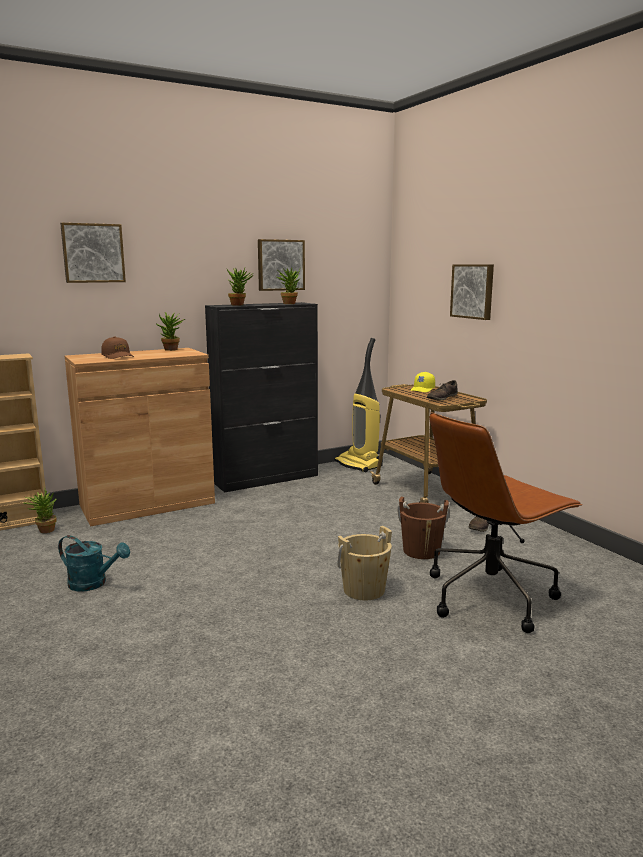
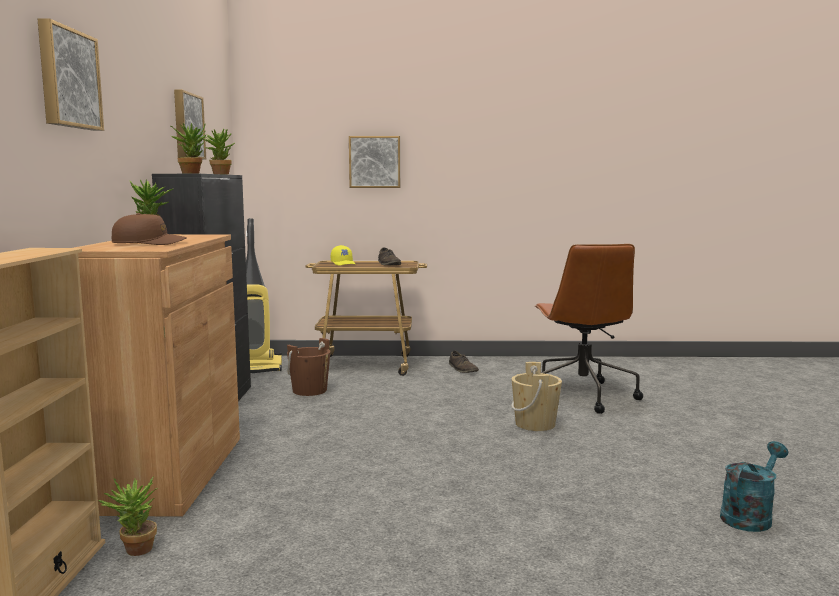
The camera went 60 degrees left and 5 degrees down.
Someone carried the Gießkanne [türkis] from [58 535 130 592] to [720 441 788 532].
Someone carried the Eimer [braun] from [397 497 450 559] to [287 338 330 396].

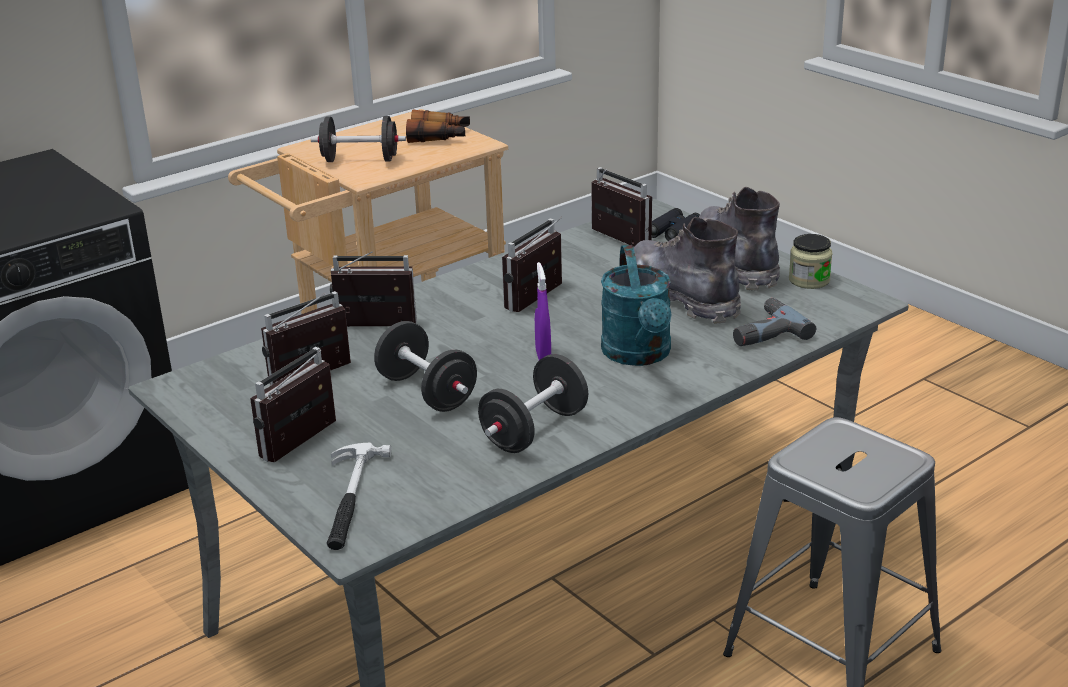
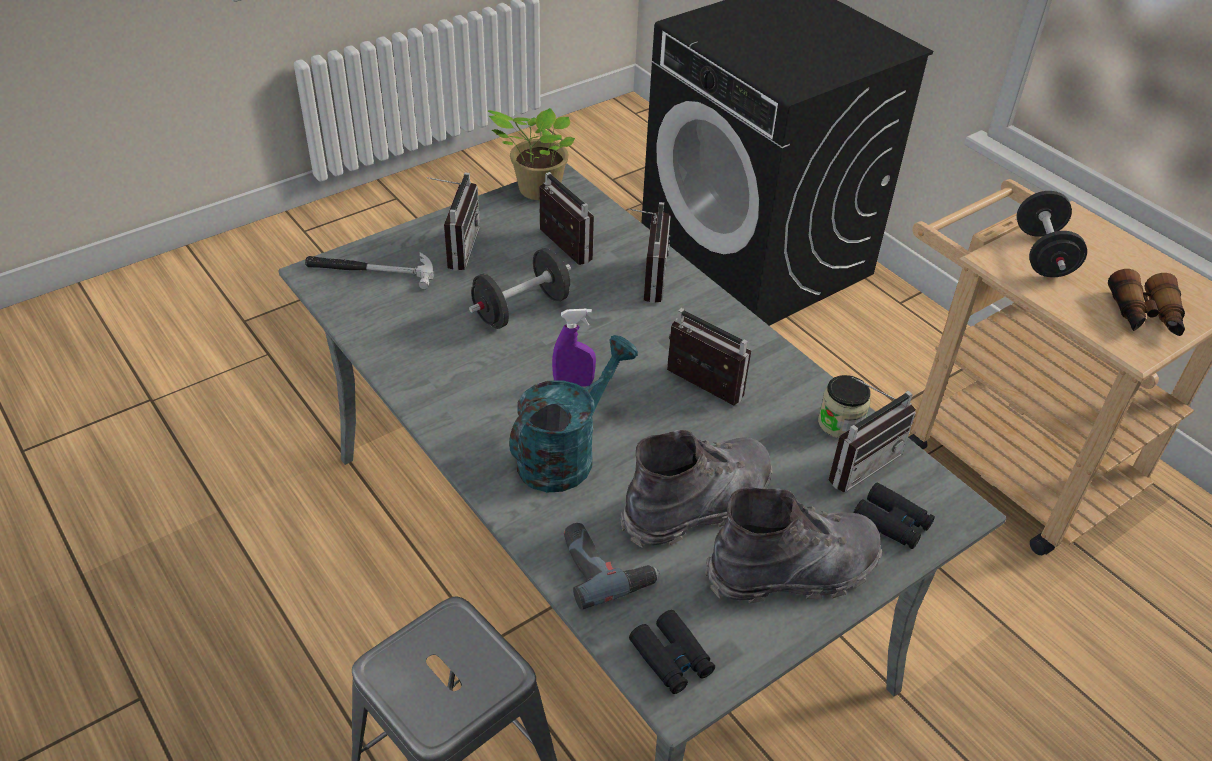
The camera went 90 degrees right and 15 degrees up.
Someone rotated the Radio at [250 347 336 462] by 60 degrees clockwise.
Someone took away the Hantel [schwarz] at [478 354 588 453].
Someone rotated the Gießkanne [türkis] at [601 245 672 366] by 135 degrees clockwise.
Someone carried the Vorratsglas from [789 234 832 289] to [818 375 870 438].
Someone put down the Topfpflanze at [488 108 575 200].
Someone put down the Fernglas [schwarz] at [629 610 715 694].

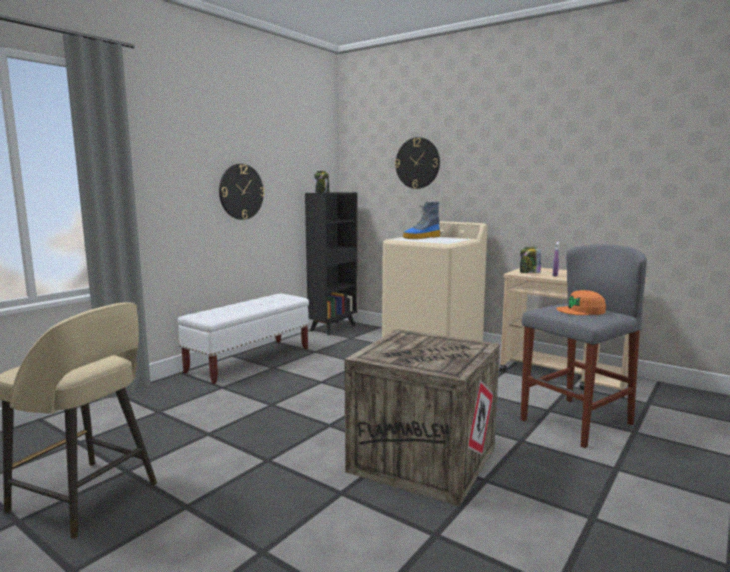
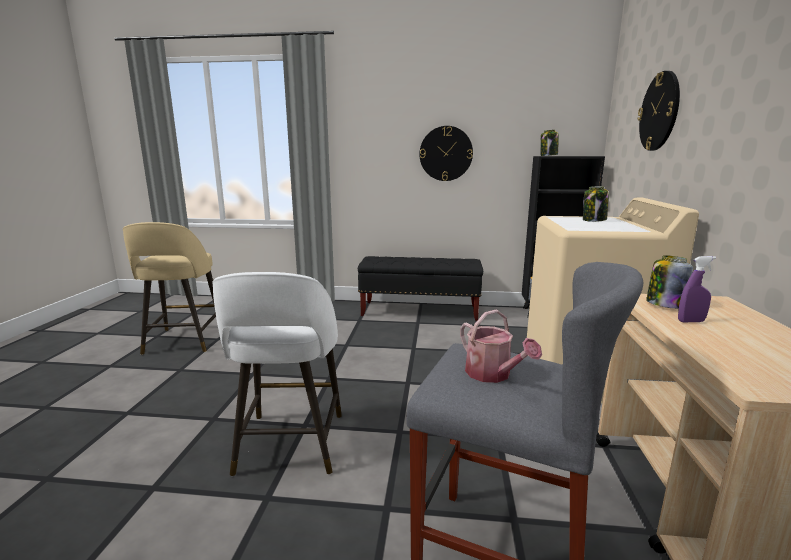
The camera went 60 degrees right and 5 degrees up.
Someone repainted the Bank [weiß] at [177 294 309 384], which became the Bank [schwarz] at [358 256 483 321].
Someone swapped the Kiste at [344 329 500 507] for the Hocker [weiß] at [212 272 342 476].
Someone swapped the Stiefel at [403 202 440 239] for the Vorratsglas at [583 186 609 222].
Someone swapped the Kappe [orange] at [556 290 606 315] for the Gießkanne at [460 310 542 383].

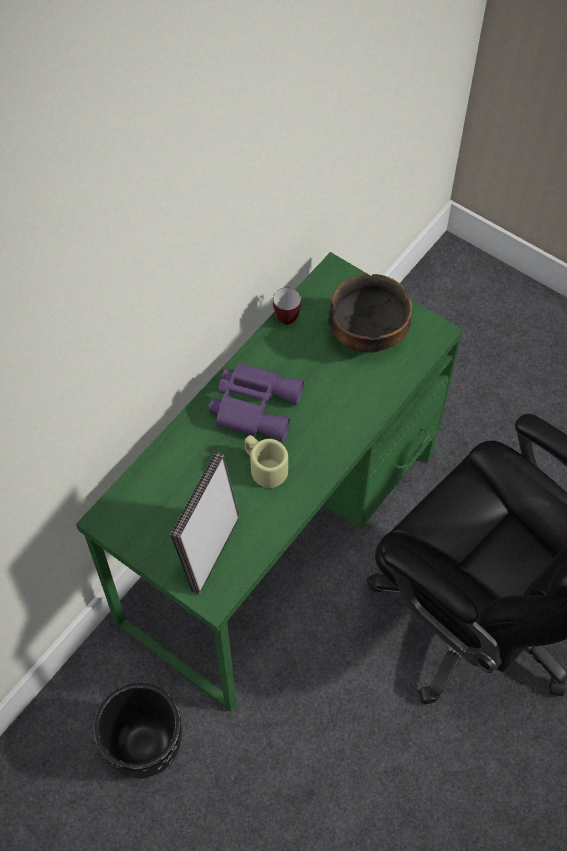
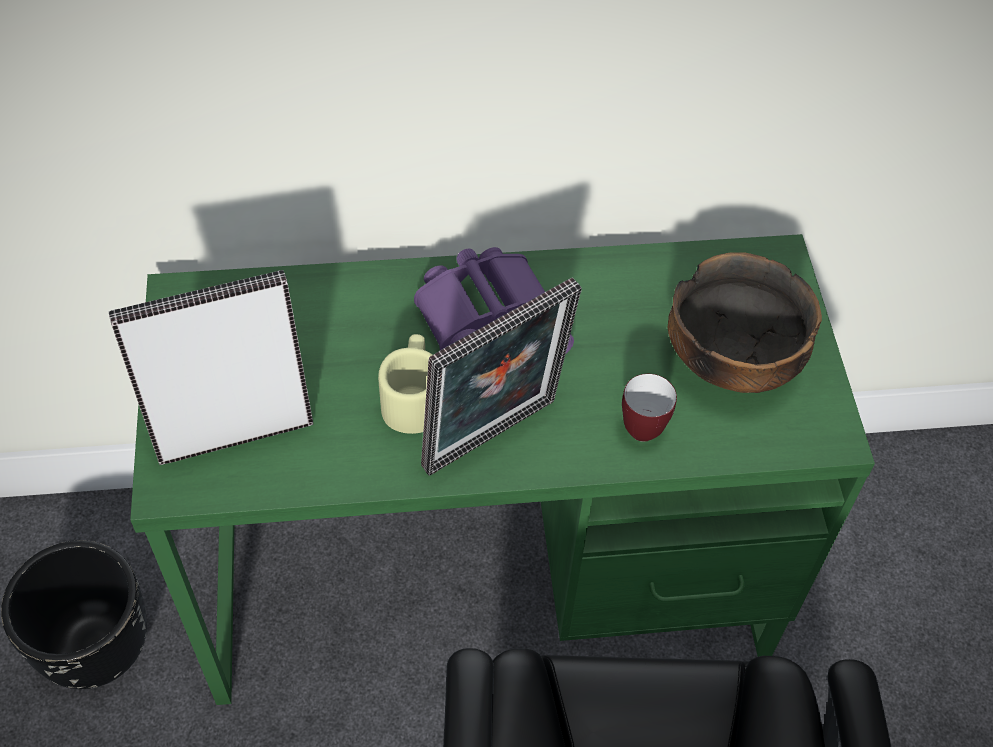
The camera went 45 degrees right and 5 degrees down.
Someone carried the Henkelbecher from [273 287 301 325] to [622 374 677 442].
Someone put down the Bilderrahmen at [421 277 582 476].

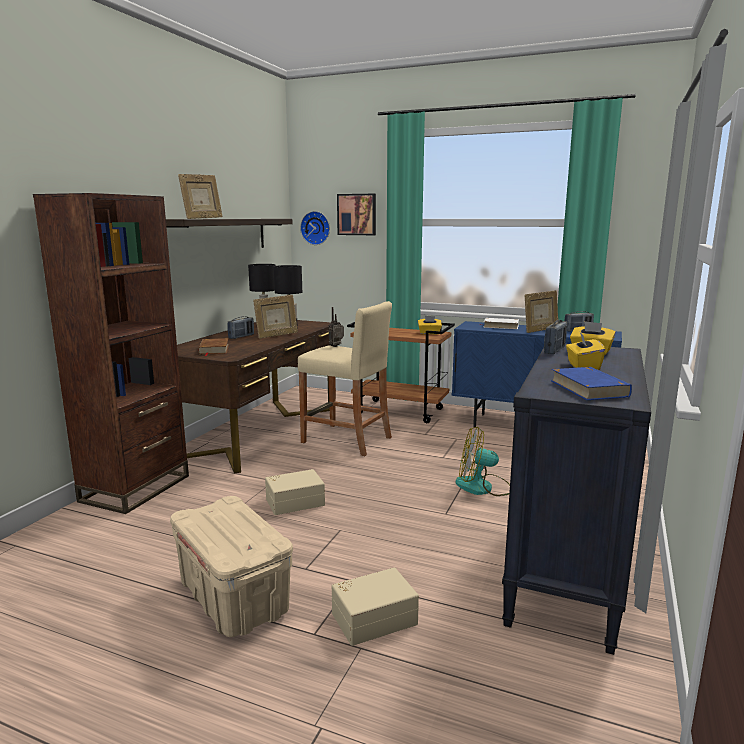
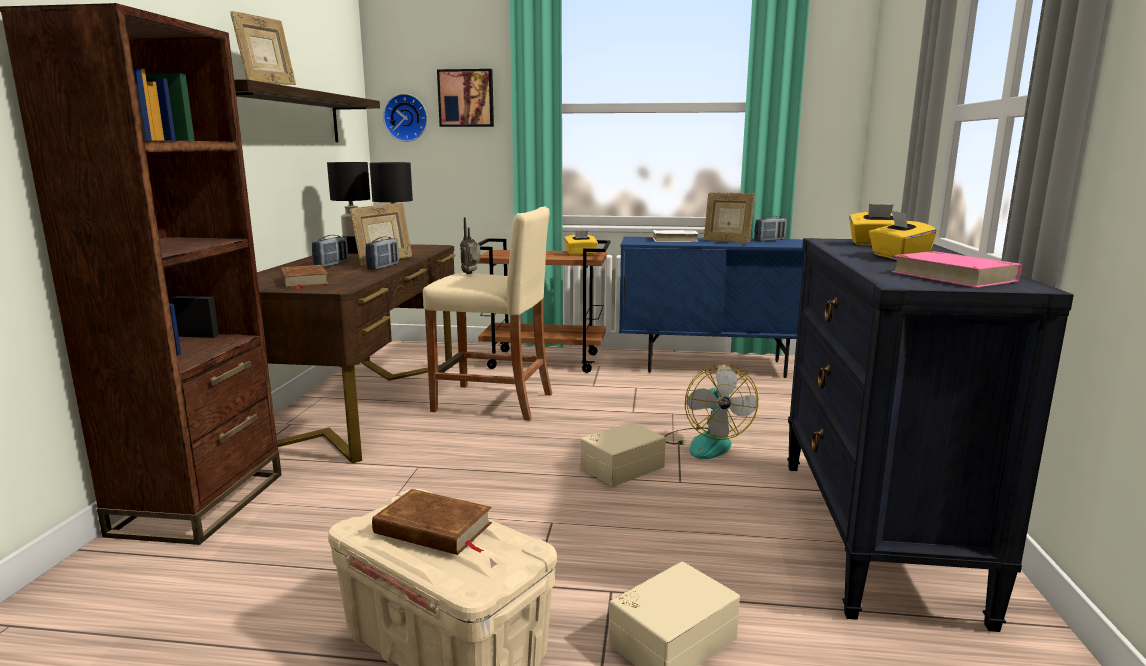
The camera went 15 degrees left and 0 degrees up.
Someone carried the Aufbewahrungsbox [beige] from [265 469 325 515] to [581 422 666 487].
Someone rotated the Ventilator at [455 427 510 496] by 90 degrees counterclockwise.
Someone rotated the Bilderrahmen at [525 290 558 333] by 90 degrees clockwise.
Someone carried the Radio from [544 320 567 354] to [366 236 399 270].
Someone repainted the Buch [blau] at [551 367 632 400], which became the Buch [rosa] at [892 251 1021 288].
Someone put down the Buch [braun] at [372 489 492 555].

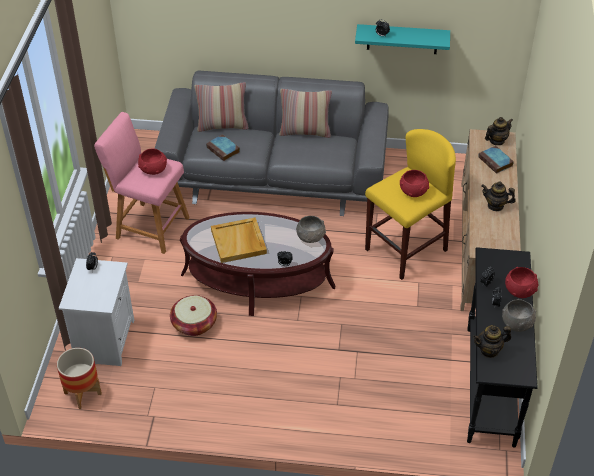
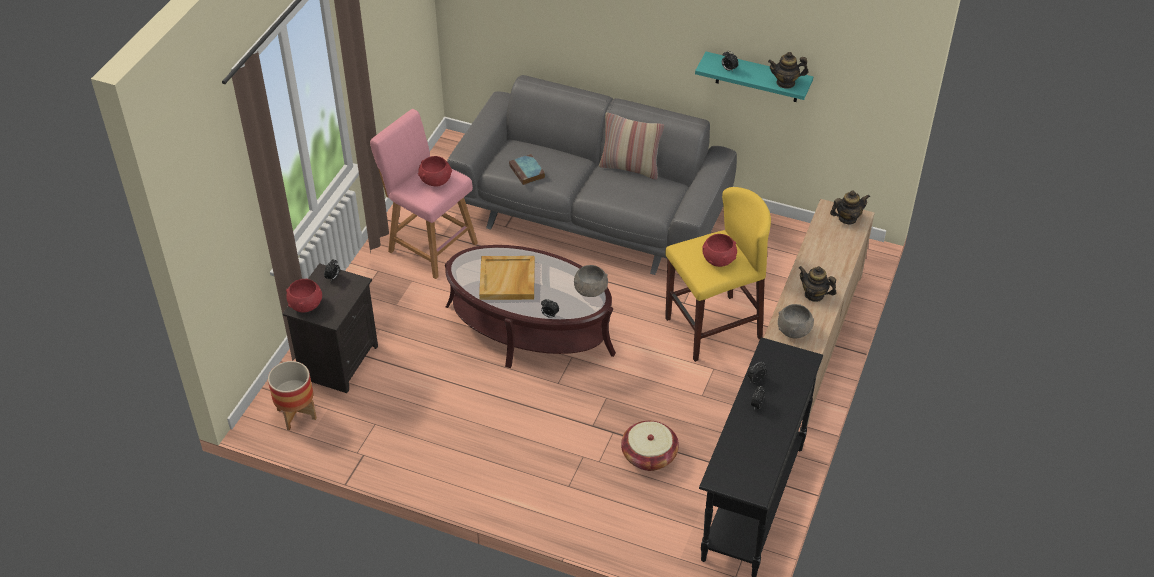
The camera went 15 degrees right and 0 degrees up.
Someone repainted the Nachttisch [weiß] at [59 258 134 366], which became the Nachttisch [schwarz] at [282 263 378 393].
Someone carried the Korb from [170 295 217 336] to [621 421 679 471].
Someone took away the Kissen at [194 82 249 132].
Someone carried the Teekanne from [473 325 511 358] to [768 52 808 89].
Someone took away the Buch at [478 146 514 174].
Someone carried the Schüssel [grau] from [502 299 536 332] to [778 304 814 338].
Someone carried the Schüssel [rot] from [505 267 538 298] to [286 278 322 313].

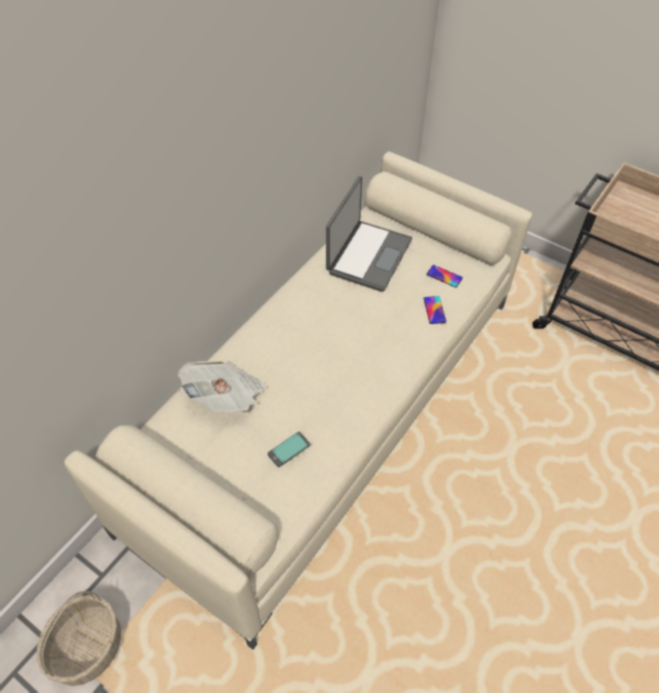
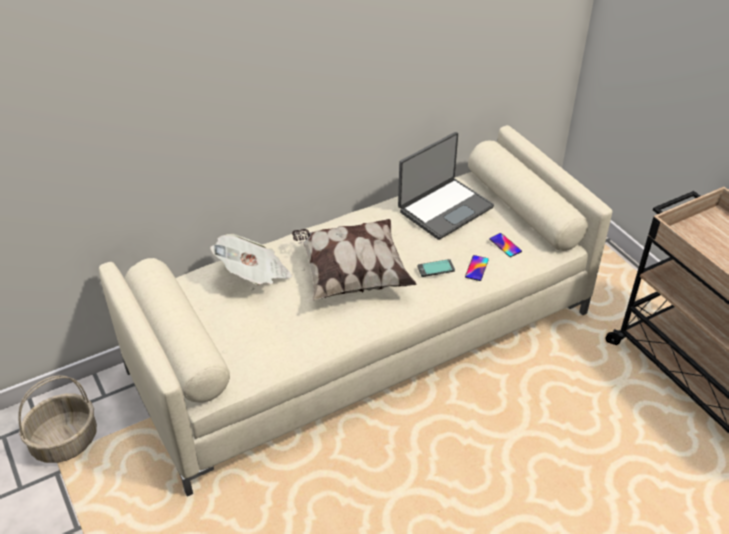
The camera went 25 degrees right and 10 degrees down.
Someone carried the Handy from [268 432 310 467] to [418 259 455 277].
Someone put down the Kissen at [292 219 417 301].

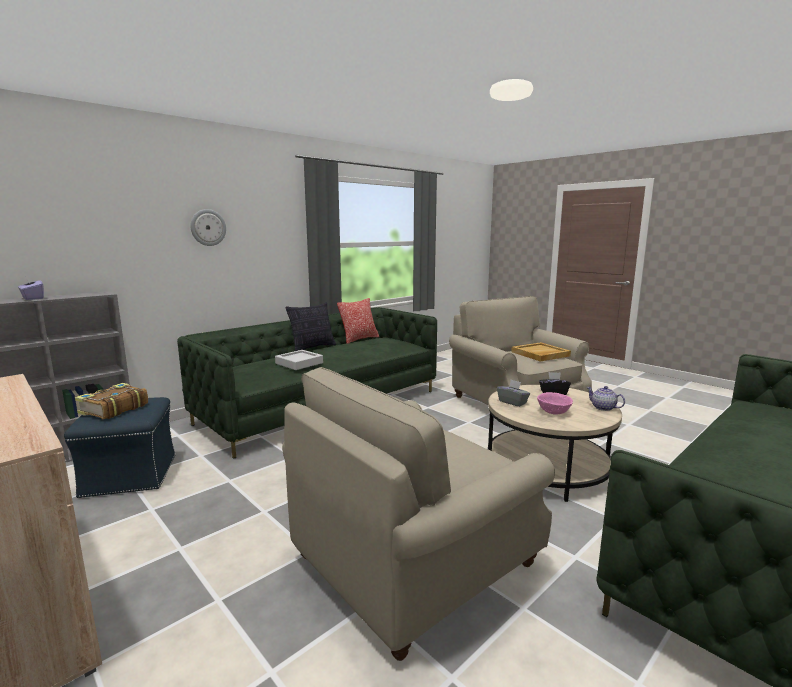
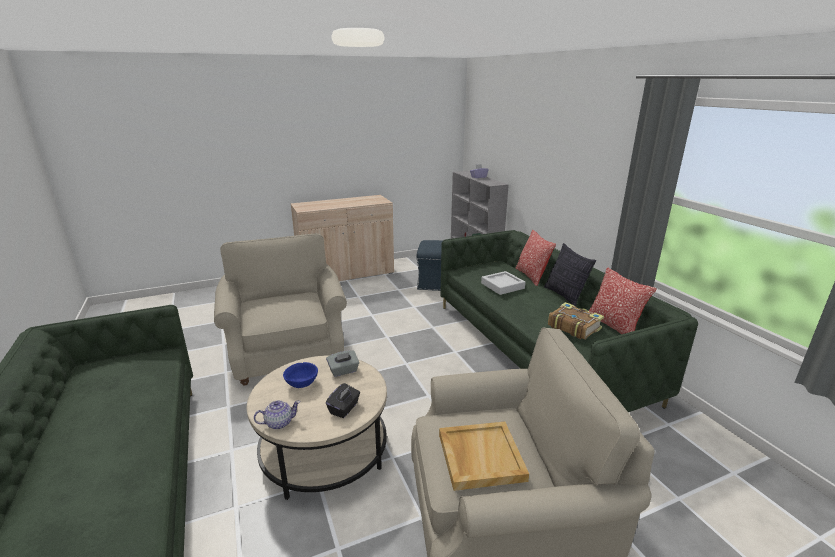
The camera went 110 degrees right and 10 degrees up.
Someone carried the Buch from [75 383 148 419] to [548 302 604 339].
Someone took away the Wanduhr at [190 209 226 246].
Someone repainted the Schüssel [rosa] at [537 392 573 414], which became the Schüssel [blau] at [283 362 318 388].
Someone put down the Kissen at [515 230 556 286].

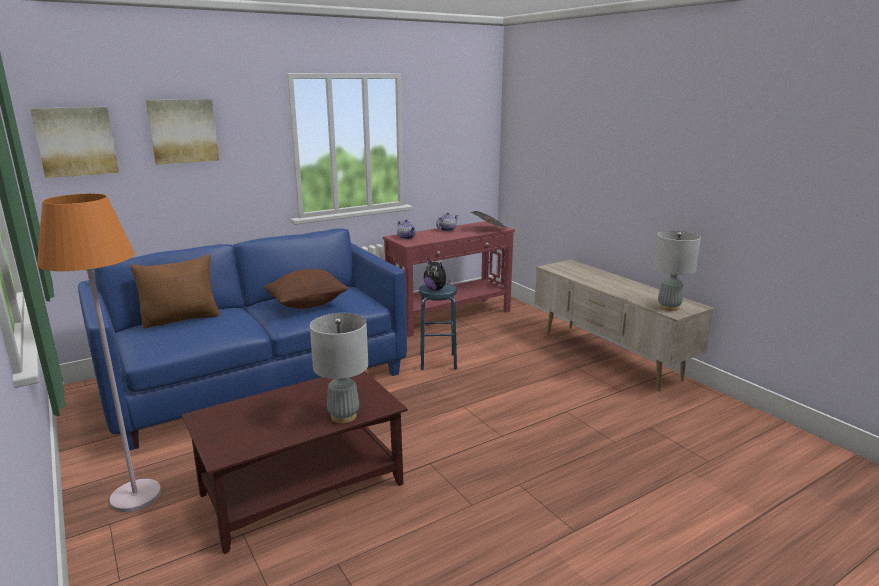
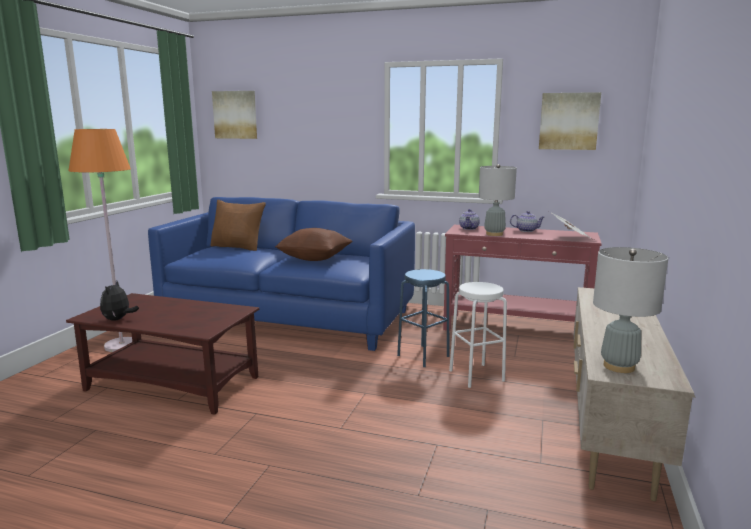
The camera went 50 degrees right and 5 degrees down.
Someone carried the Bild from [146 99 219 165] to [539 92 601 150].
Someone carried the Tischlampe [grau] from [310 313 368 423] to [479 164 517 236].
Someone carried the Plüschtier from [424 259 451 291] to [100 281 139 321].
Someone put down the Hocker [weiß] at [449 282 507 388].

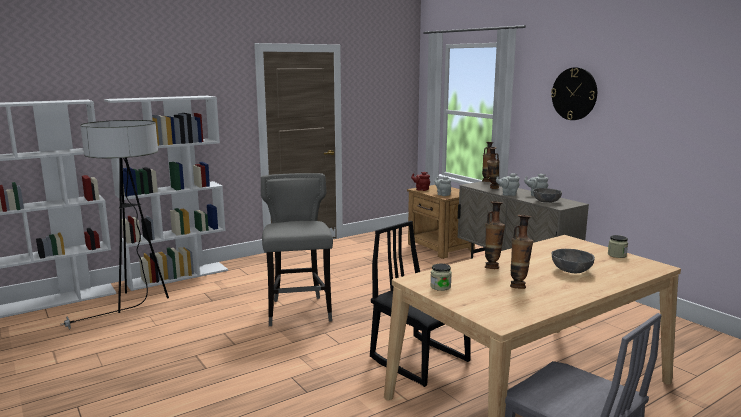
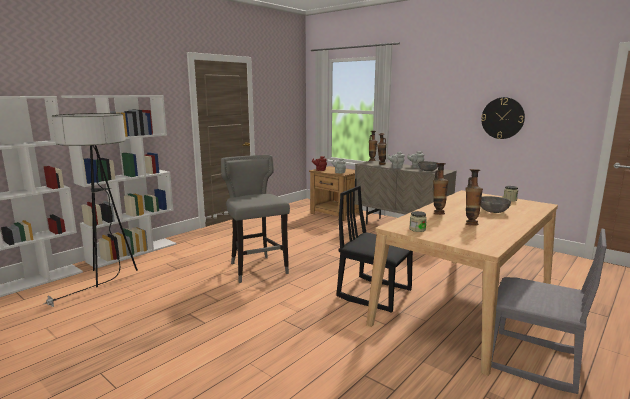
The camera went 15 degrees left and 0 degrees up.
Someone carried the Wanduhr from [551 67 597 120] to [481 97 525 139].

